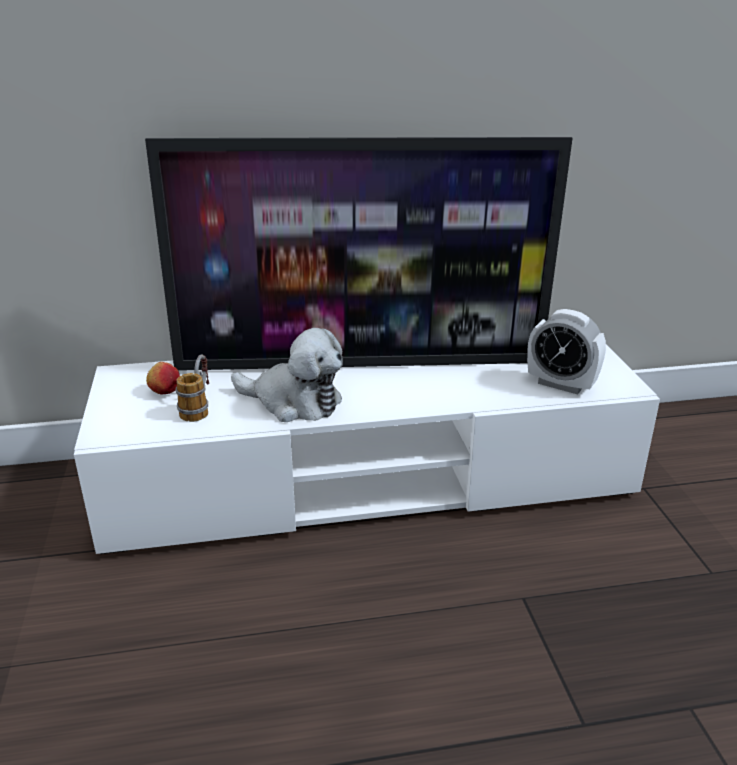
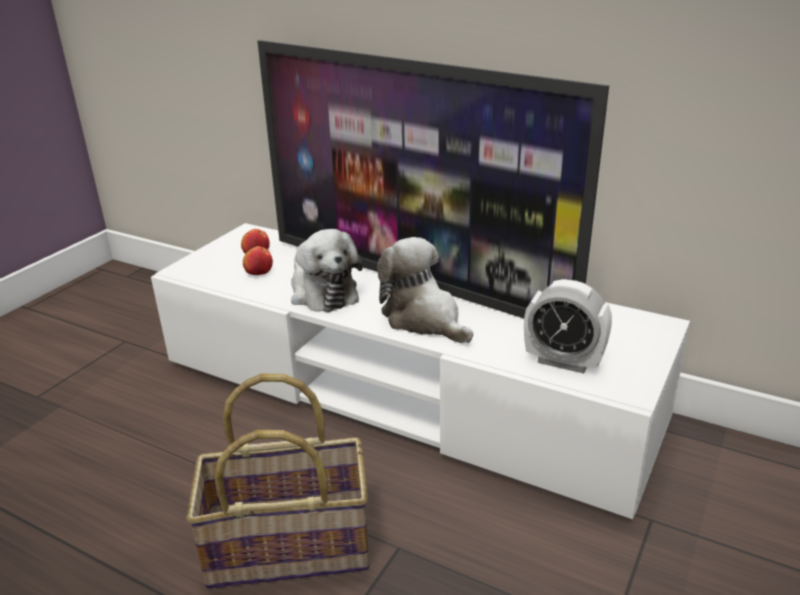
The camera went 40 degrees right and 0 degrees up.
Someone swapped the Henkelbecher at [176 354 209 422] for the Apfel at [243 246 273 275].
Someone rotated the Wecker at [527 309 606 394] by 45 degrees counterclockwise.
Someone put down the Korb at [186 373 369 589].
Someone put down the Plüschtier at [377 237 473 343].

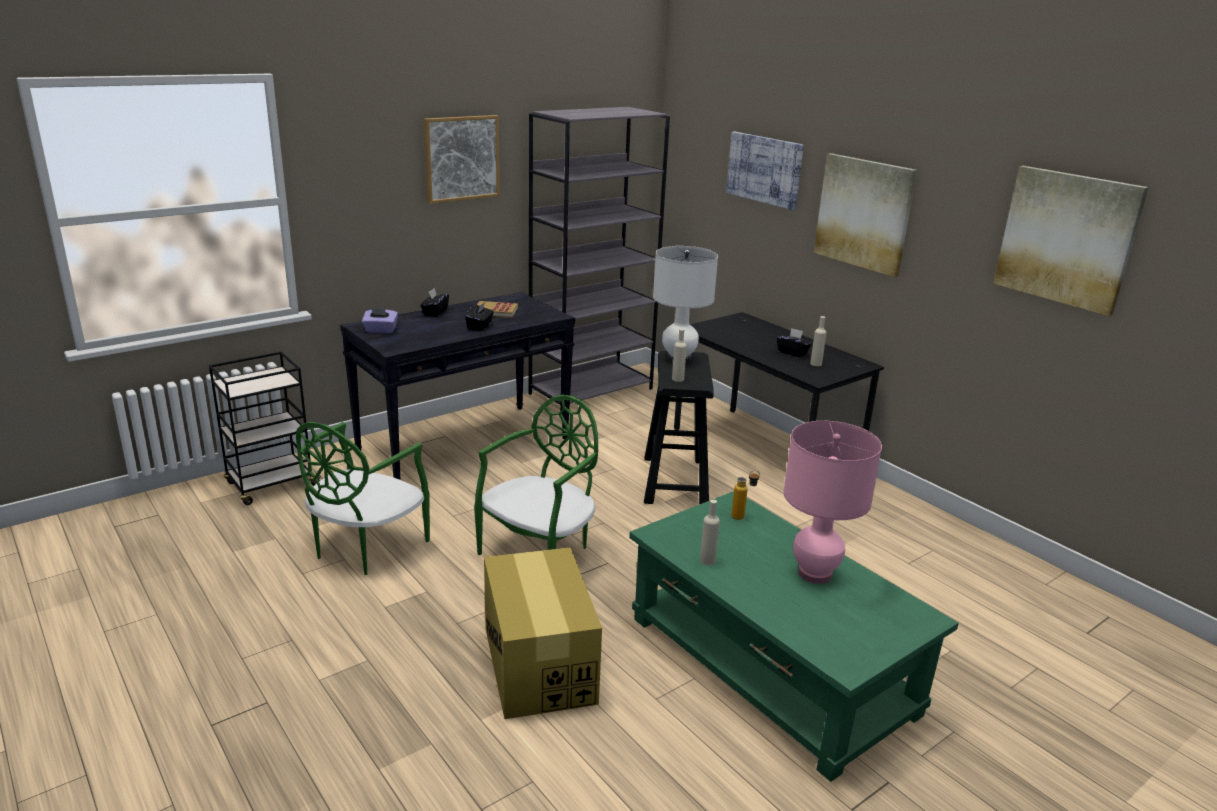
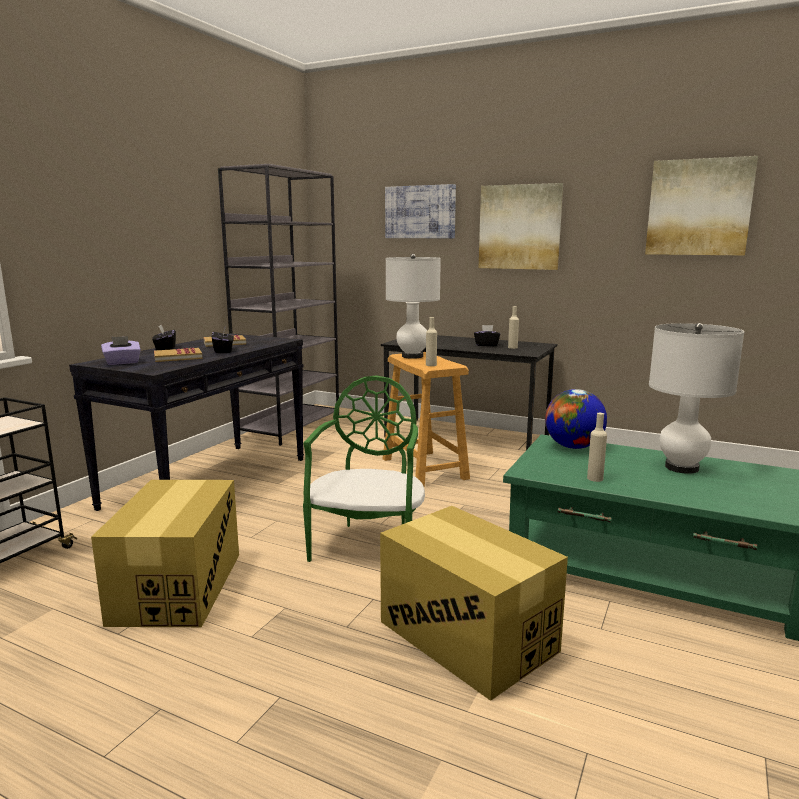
The camera went 25 degrees left and 10 degrees down.
Someone swapped the Stuhl [grün] at [296 422 430 575] for the Karton at [91 480 239 627].
Someone took away the Bild at [424 115 500 204].
Someone repainted the Hocker [schwarz] at [644 351 714 504], which became the Hocker [beige] at [383 352 470 486].
Someone swapped the Flasche at [731 470 760 520] for the Globus at [545 389 607 449].
Someone repainted the Tischlampe [rosa] at [783 421 882 584], which became the Tischlampe [weiß] at [649 323 745 474].
Someone put down the Buch at [154 348 203 362].

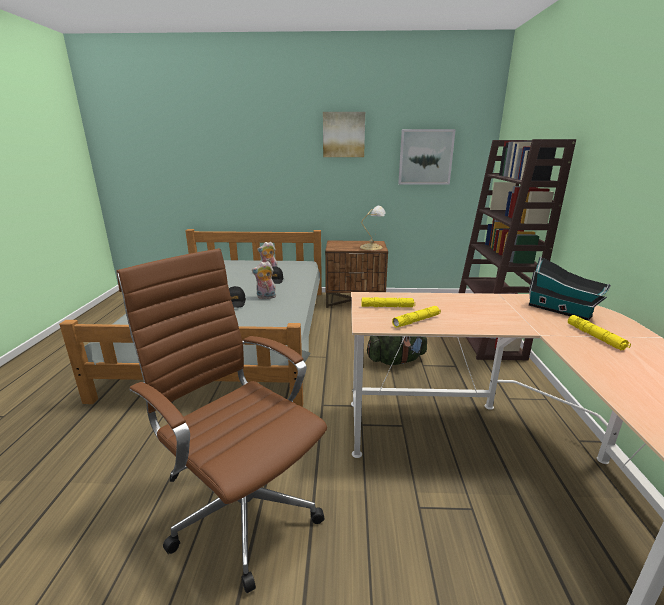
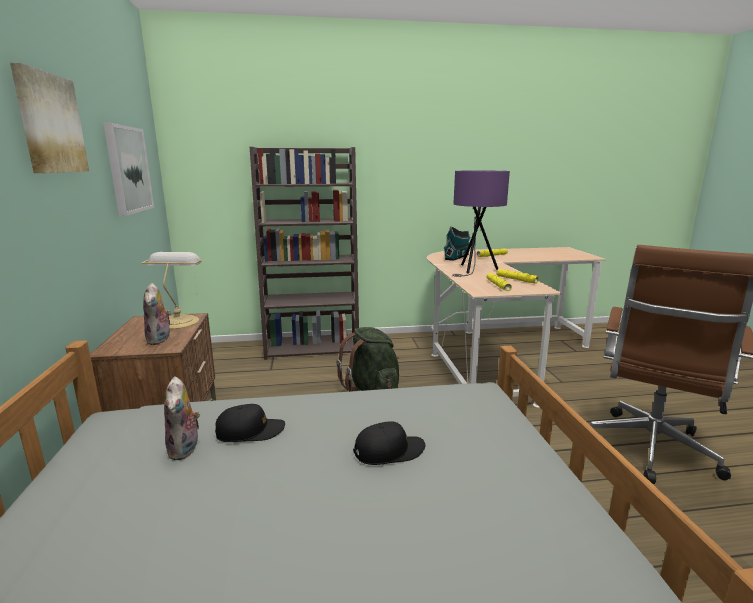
The camera went 100 degrees left and 5 degrees down.
Someone carried the Plüschtier from [252 261 276 299] to [143 283 171 345].
Someone put down the Tischlampe [lila] at [452 171 510 277].

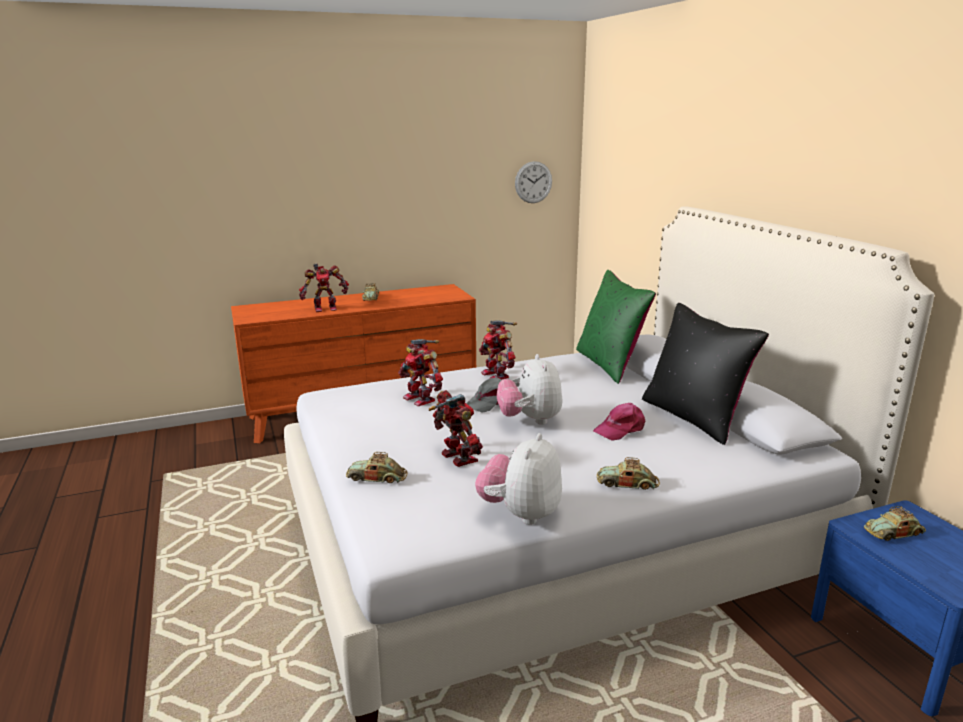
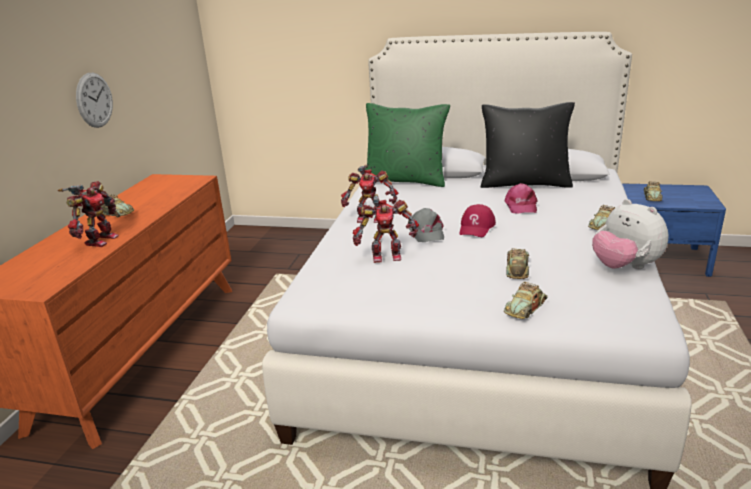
The camera went 55 degrees left and 5 degrees up.
Someone swapped the Spielzeugroboter at [429 390 483 467] for the Spielzeugauto at [506 249 529 279].
Someone swapped the Plüschtier at [497 354 563 425] for the Kappe [rot] at [460 204 496 237].
Someone carried the Wanduhr from [515 161 552 203] to [76 73 113 128].

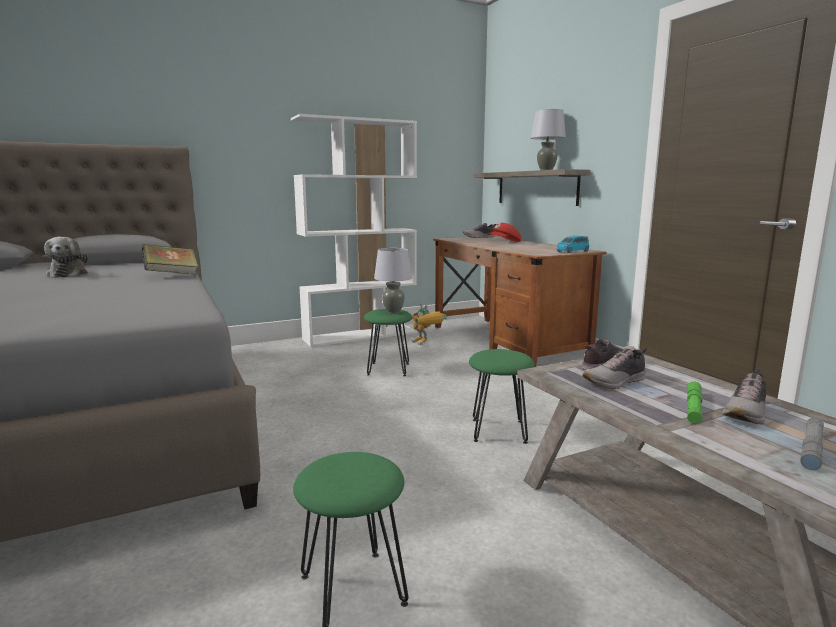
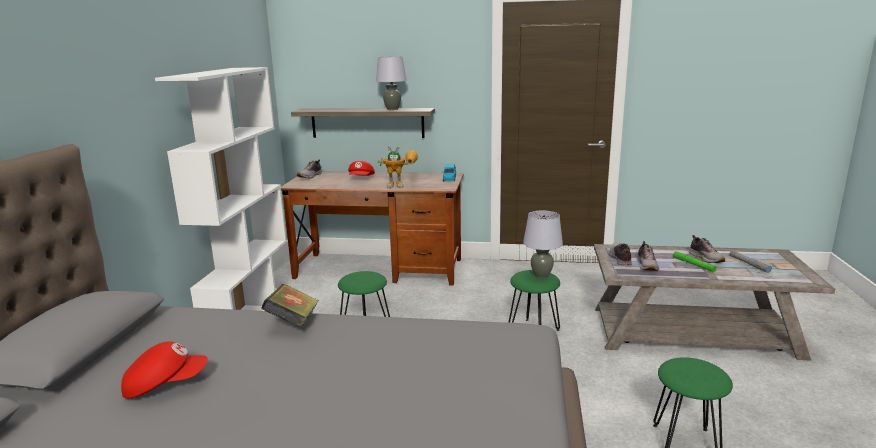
The camera went 55 degrees left and 5 degrees up.
Someone swapped the Plüschtier at [44 237 88 278] for the Kappe [rot] at [121 341 208 399].
Someone carried the Tischlampe [grau] from [374 248 412 314] to [523 211 563 279].
Someone carried the Spielzeugroboter from [412 303 447 345] to [377 146 418 189].

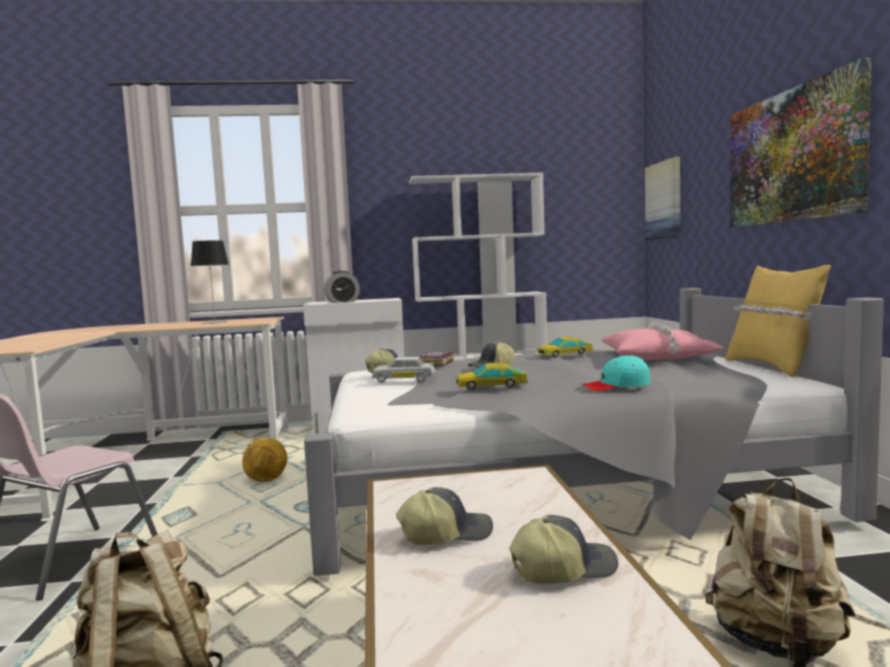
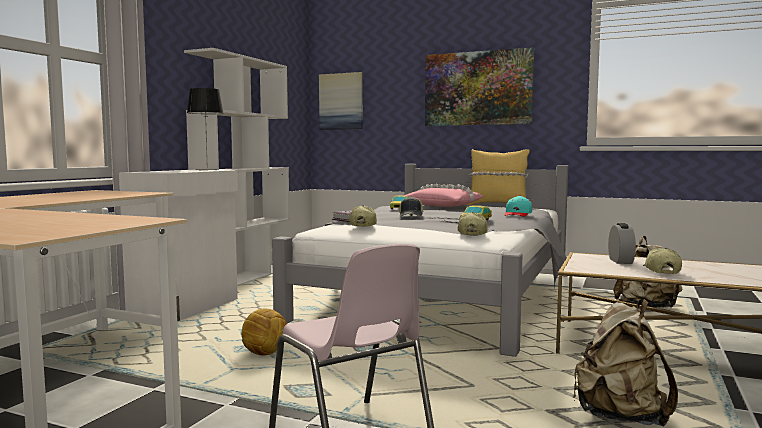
The camera went 60 degrees left and 0 degrees up.
Someone carried the Tischlampe from [191 240 229 324] to [187 88 224 170].
Someone carried the Wecker from [324 271 360 303] to [608 223 636 264].
Someone took away the Spielzeugauto [weiß] at [372 357 435 382].
Someone carried the Kappe from [509 515 618 584] to [457 212 487 235].

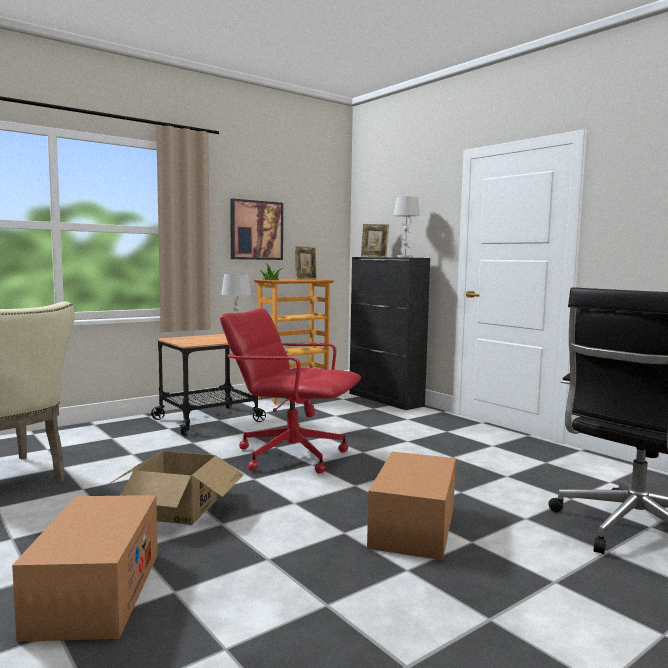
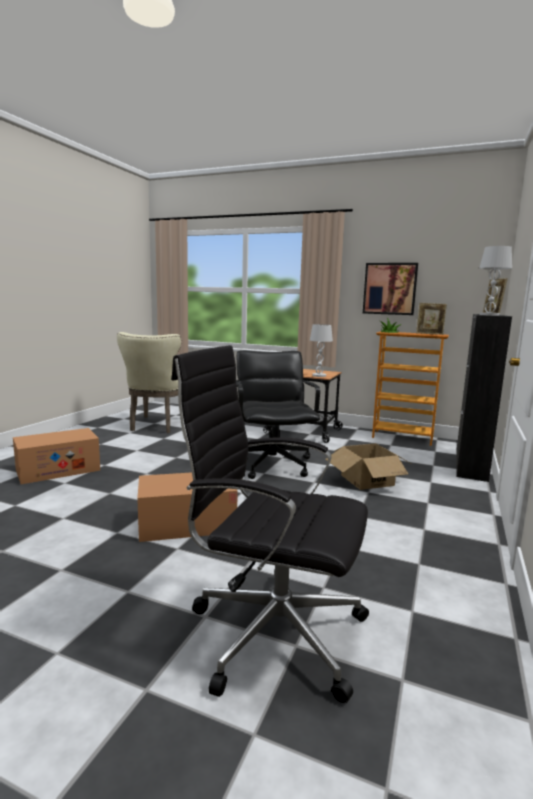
The camera went 60 degrees right and 5 degrees up.
Someone carried the Karton from [106 451 244 525] to [325 443 413 490].
Someone repainted the Bürostuhl [rot] at [220 308 361 473], which became the Bürostuhl [schwarz] at [236 350 320 479].

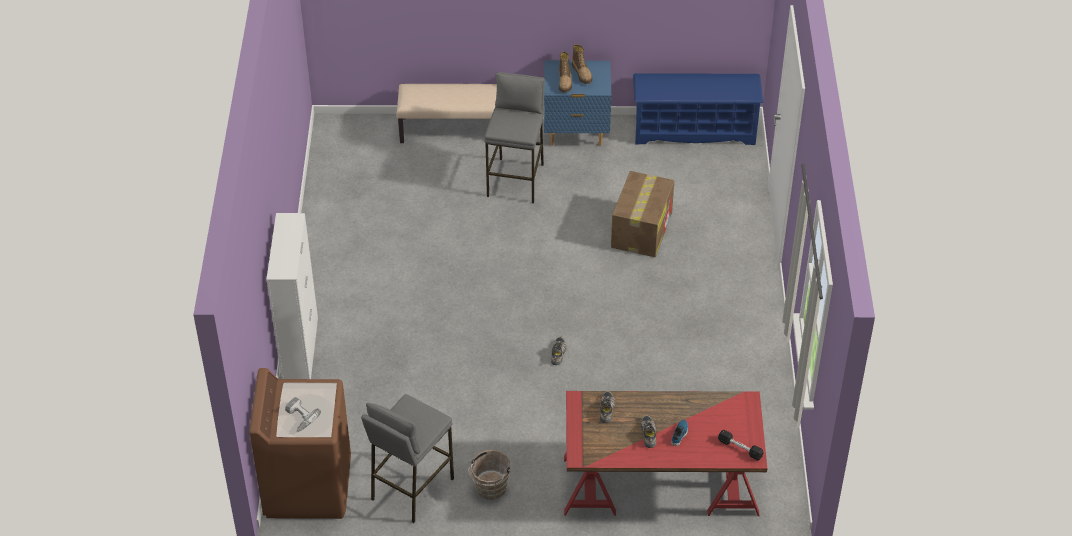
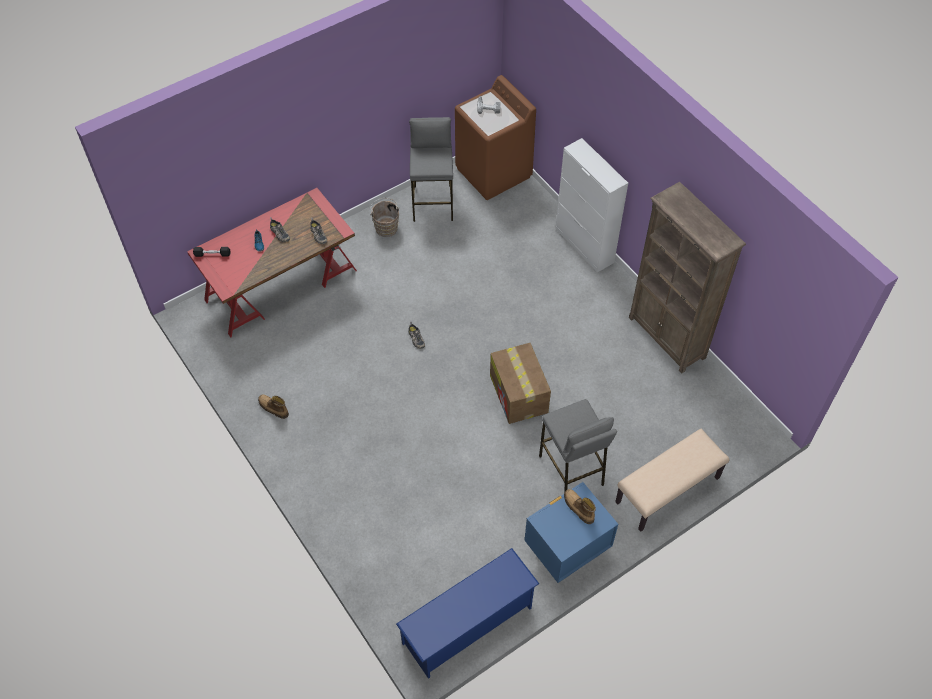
The camera went 145 degrees right and 10 degrees up.
Someone carried the Stiefel from [572 44 592 84] to [258 395 289 419].
Someone carried the Karton from [611 171 674 257] to [490 343 551 424].
Someone put down the Bücherregal [braun] at [629 182 746 373].

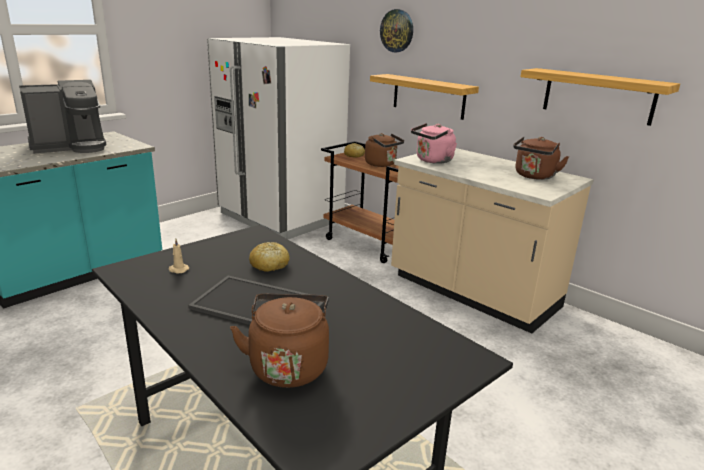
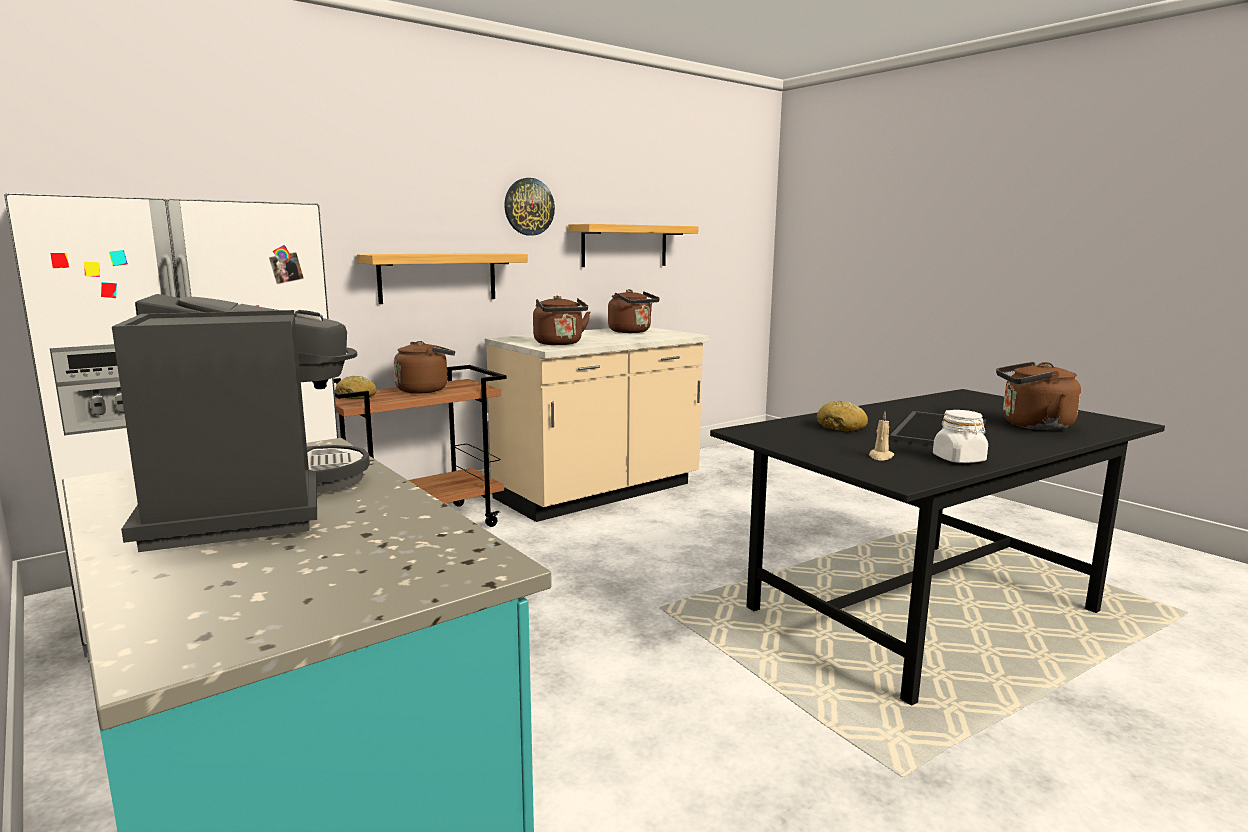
The camera went 80 degrees left and 10 degrees down.
Someone carried the Wanduhr from [380 9 413 52] to [504 178 555 236].
Someone repainted the Wasserkessel [rosa] at [411 123 457 164], which became the Wasserkessel [braun] at [533 295 590 345].
Someone put down the Vorratsglas [weiß] at [933 410 988 463].

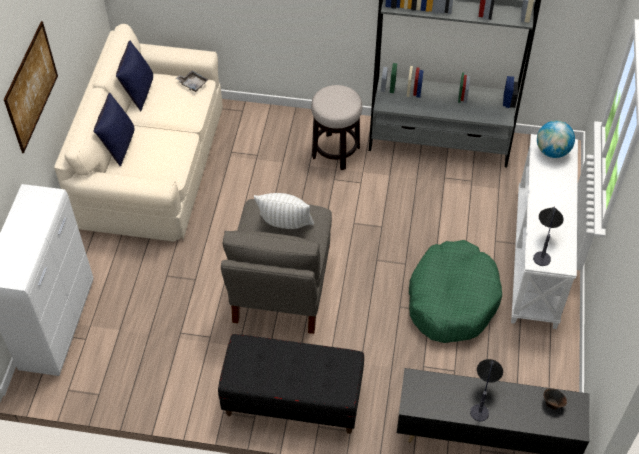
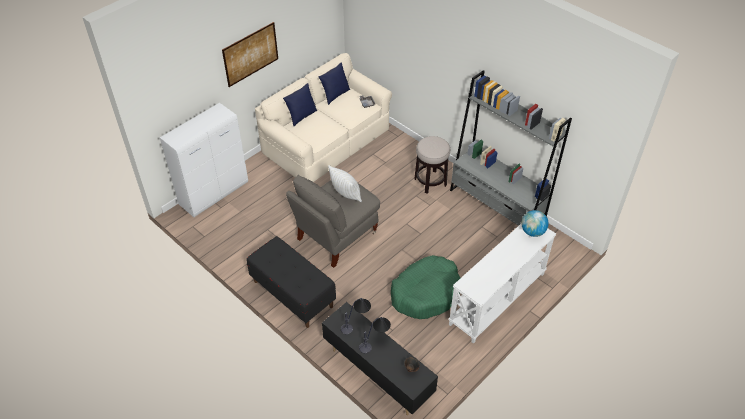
The camera went 35 degrees right and 5 degrees down.
Someone carried the Tischlampe from [533 206 564 266] to [341 298 371 335].

